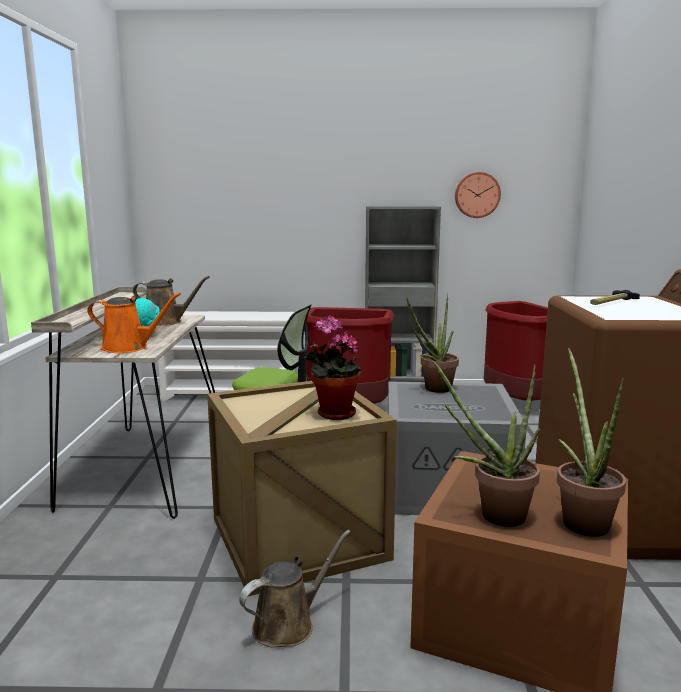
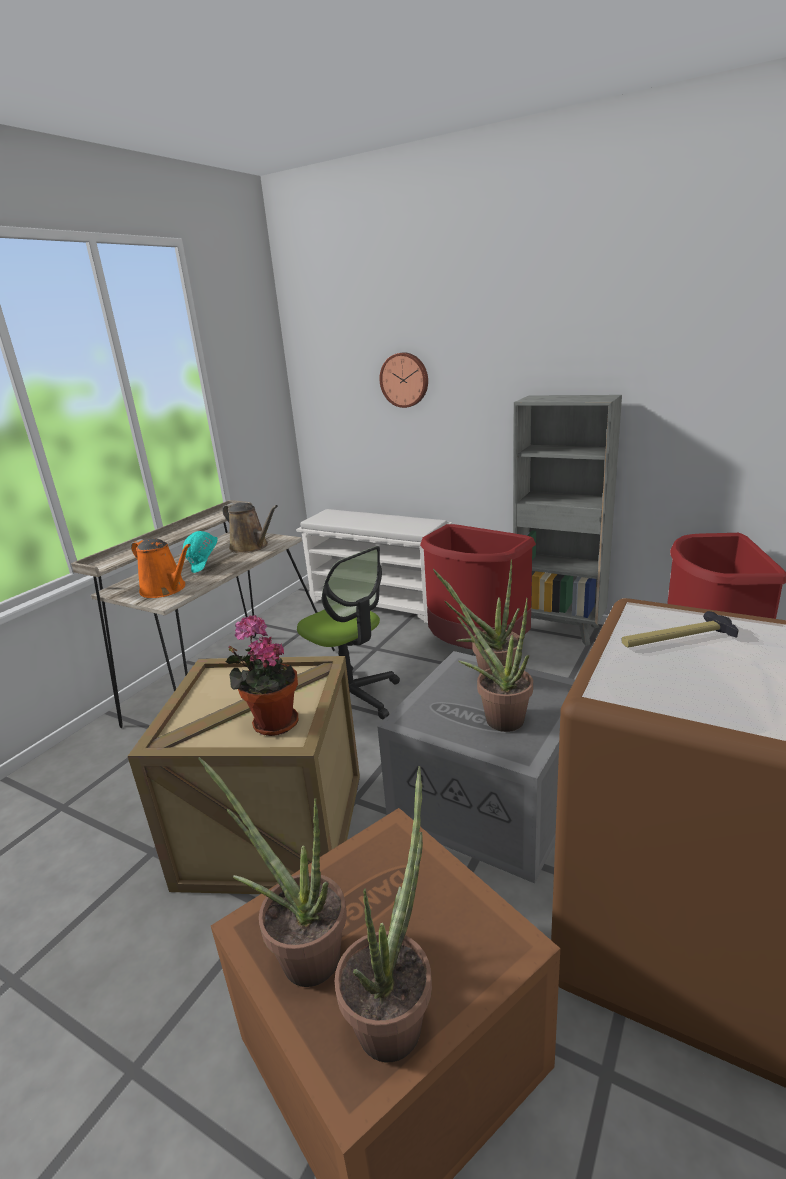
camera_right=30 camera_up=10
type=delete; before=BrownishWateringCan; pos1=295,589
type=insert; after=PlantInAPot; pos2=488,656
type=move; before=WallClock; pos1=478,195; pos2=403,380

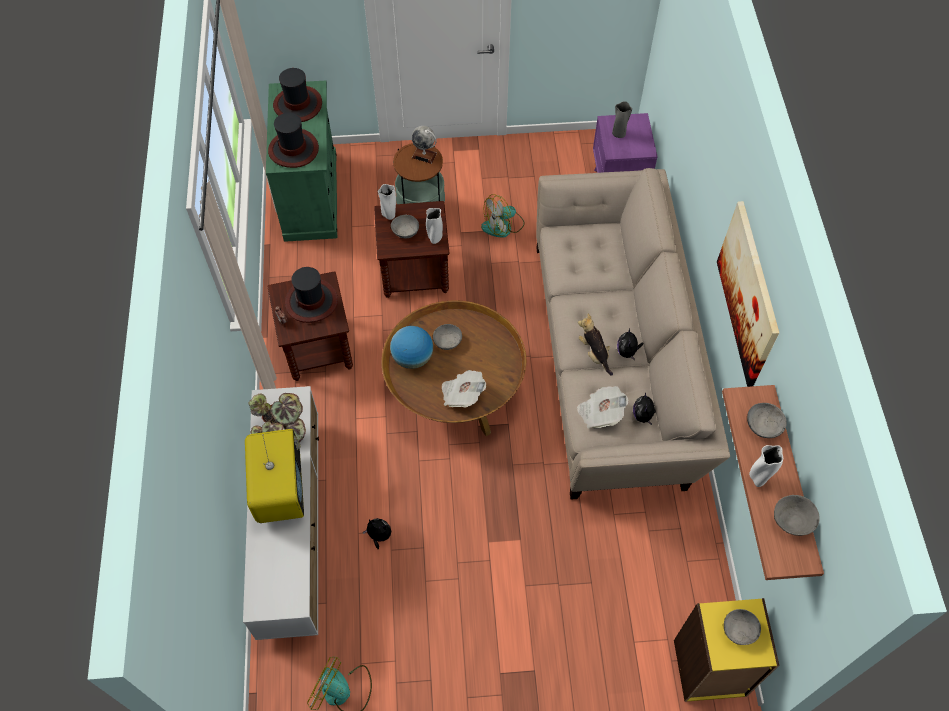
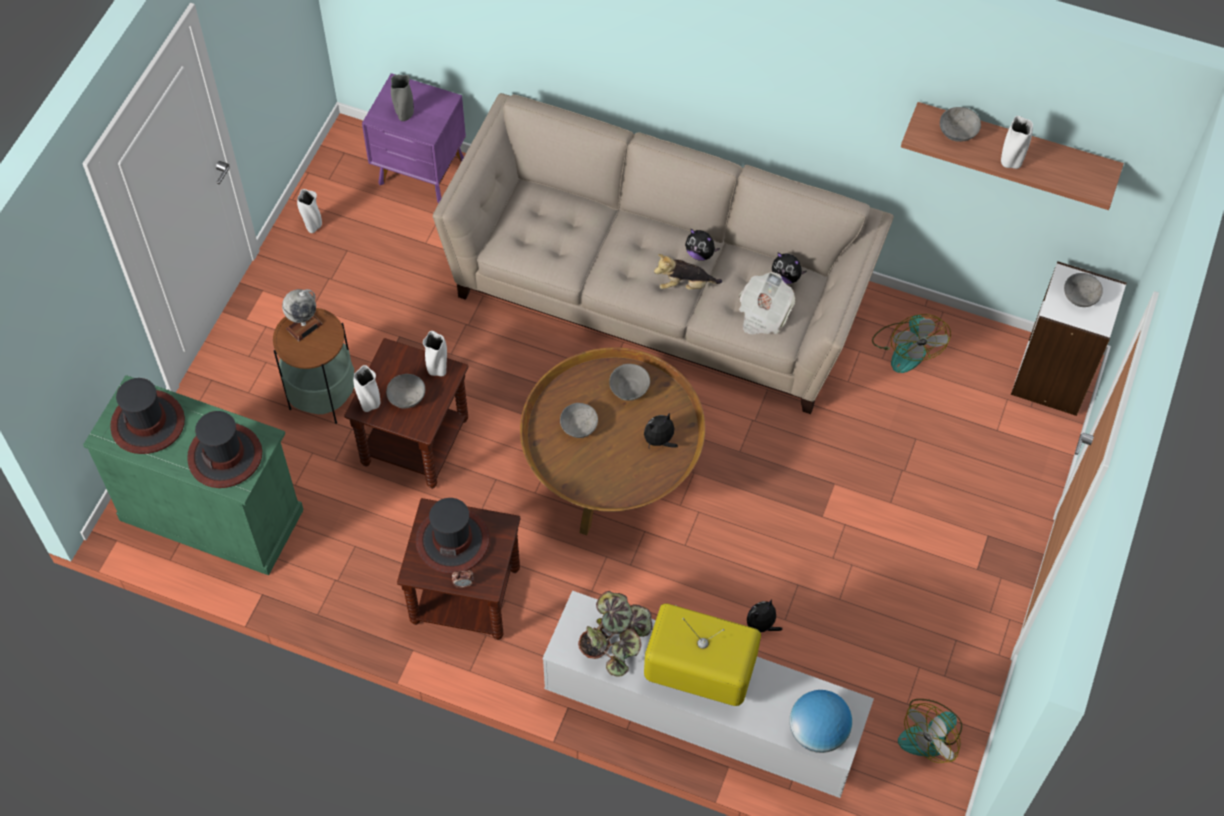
camera_right=-65 camera_up=0
type=delete; before=Picture; pos1=748,294
type=insert; after=WhiteColouredDecorativeVase; pos2=309,211
type=move; before=WorldGlobe; pos1=411,347; pos2=821,721
type=move; before=Fan; pos1=503,216; pos2=911,343
type=move; before=GreyServingBowl; pos1=797,515; pos2=629,382
type=replace; before=PrintedPaper; after=CuddlyToy; pos1=464,389; pos2=661,430
type=recolor; before=YellowBookcase; after=WhiteColouredBookcase; pos1=726,650; pos2=1069,338

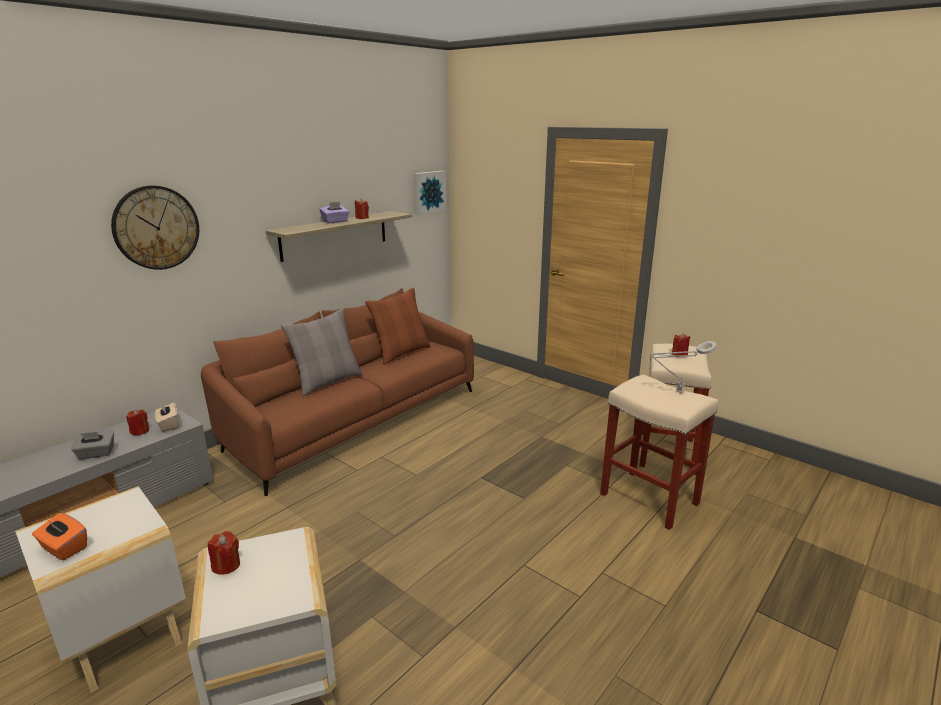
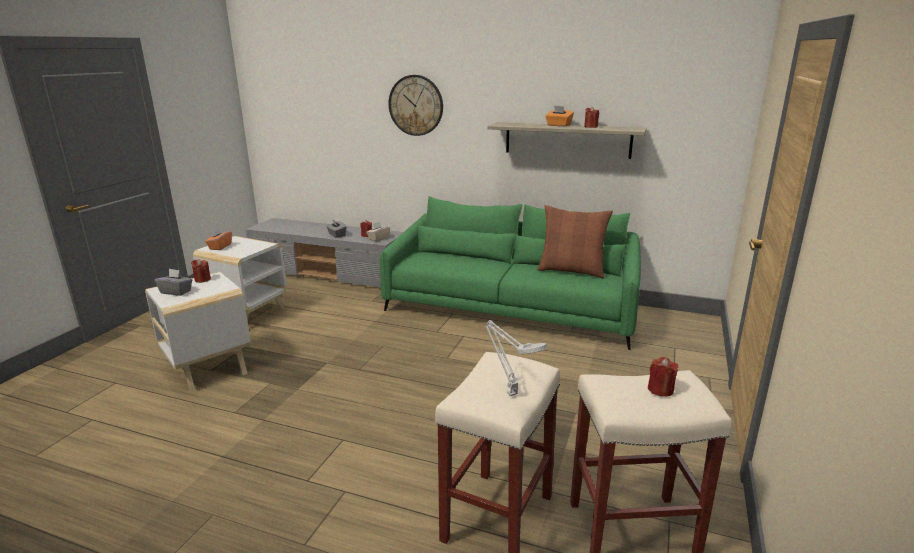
camera_right=70 camera_up=0
type=delete; before=GreyCushion; pos1=321,352
type=delete; before=Picture; pos1=430,193
type=insert; after=GreyBoxOfTissues; pos2=173,282
type=recolor; before=BrownishSofa; after=GreenishSofa; pos1=337,392; pos2=510,273
type=recolor; before=PurplishBoxOfTissues; after=OrangeColouredBoxOfTissues; pos1=334,212; pos2=559,116

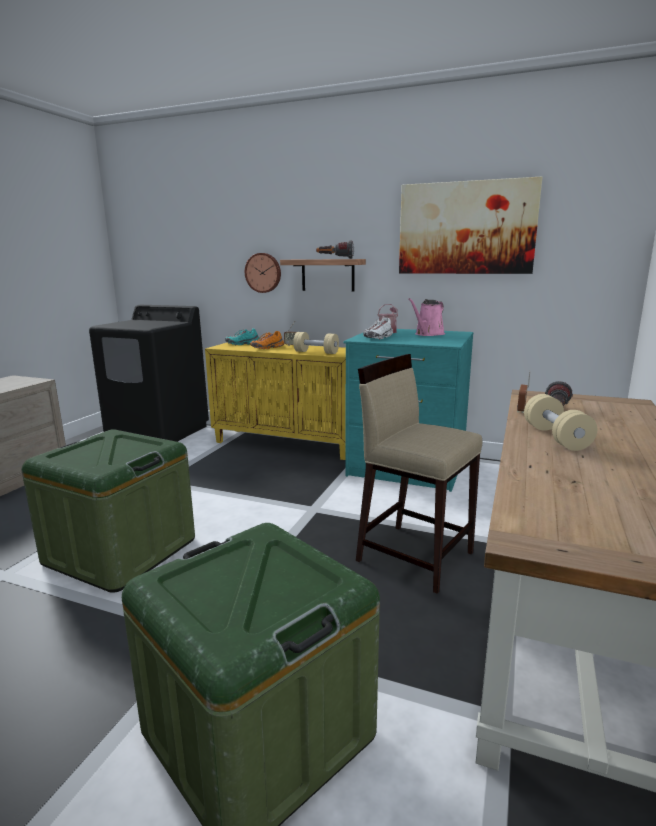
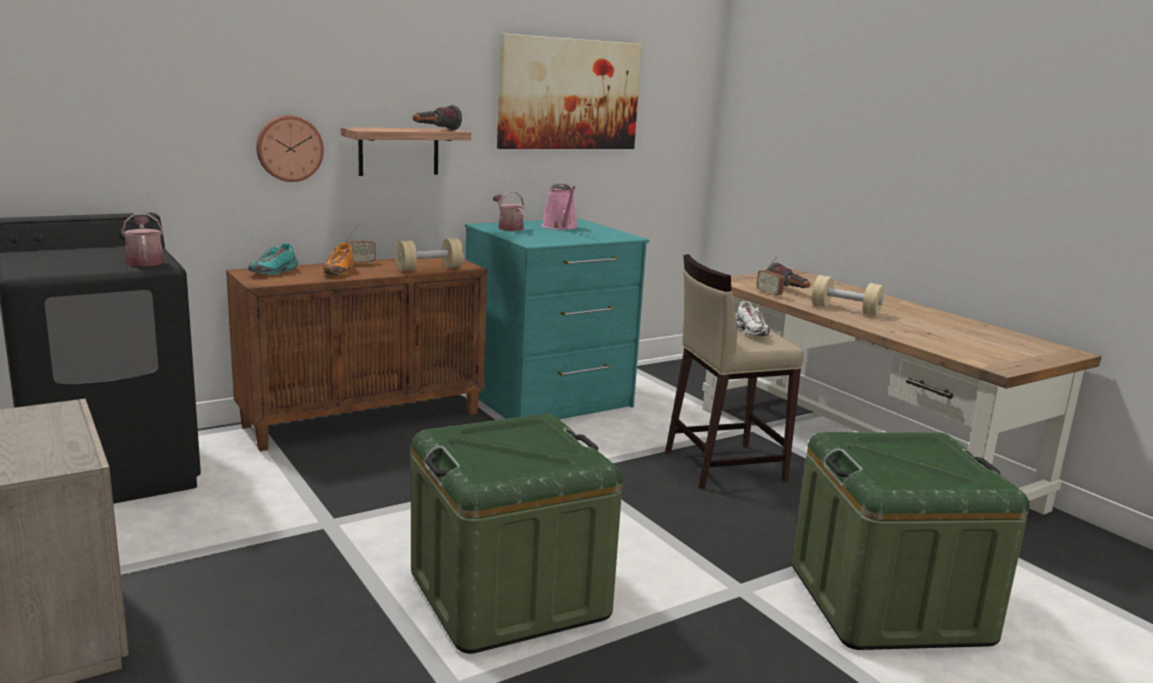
camera_right=-55 camera_up=0
type=insert; after=WateringCan; pos2=143,239
type=move; before=WhiteColouredLowShoe; pos1=378,329; pos2=753,318
type=recolor; before=YellowCupboard; after=BrownishCupboard; pos1=275,401; pos2=356,354

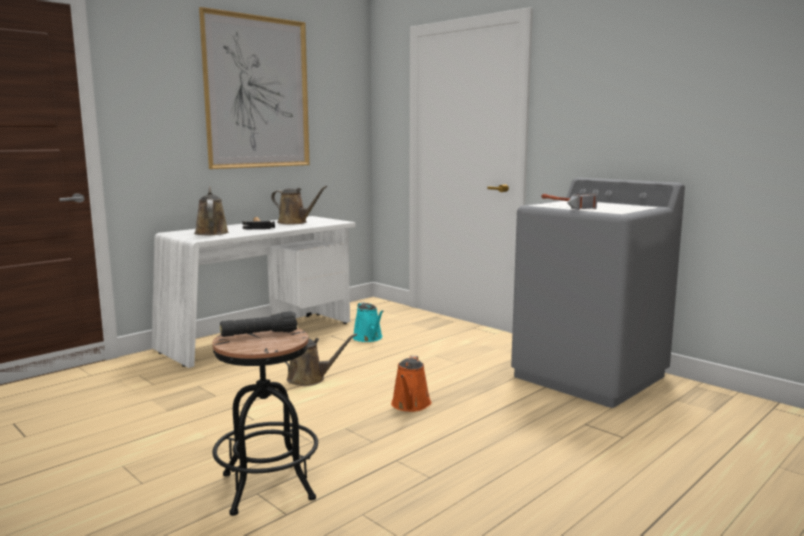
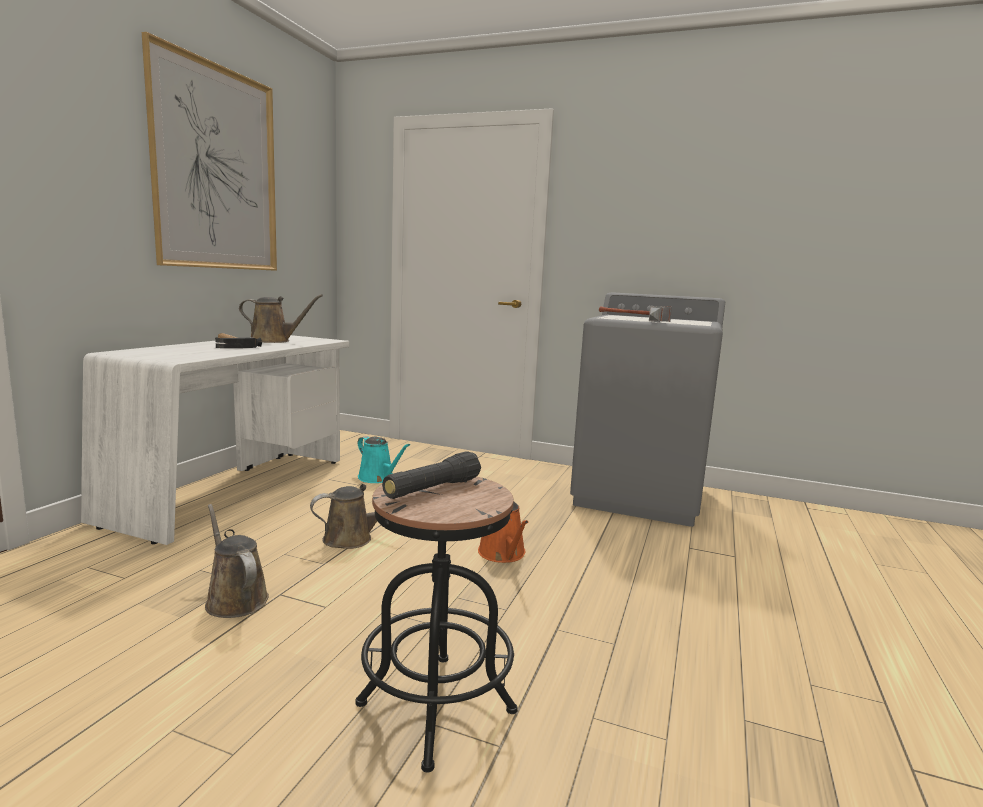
camera_right=-25 camera_up=0
type=move; before=BrownishWateringCan; pos1=211,211; pos2=237,561

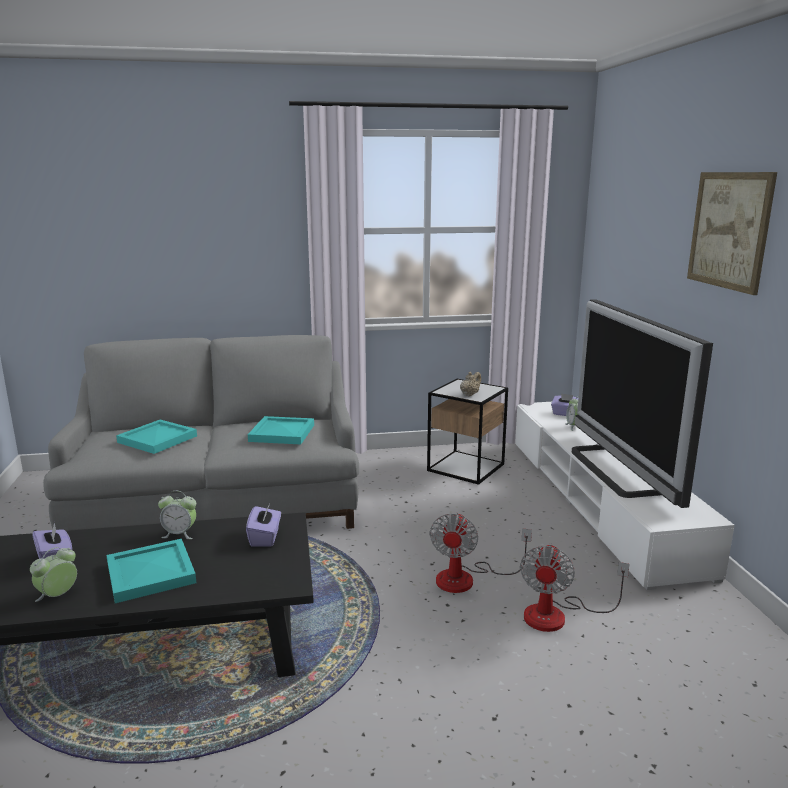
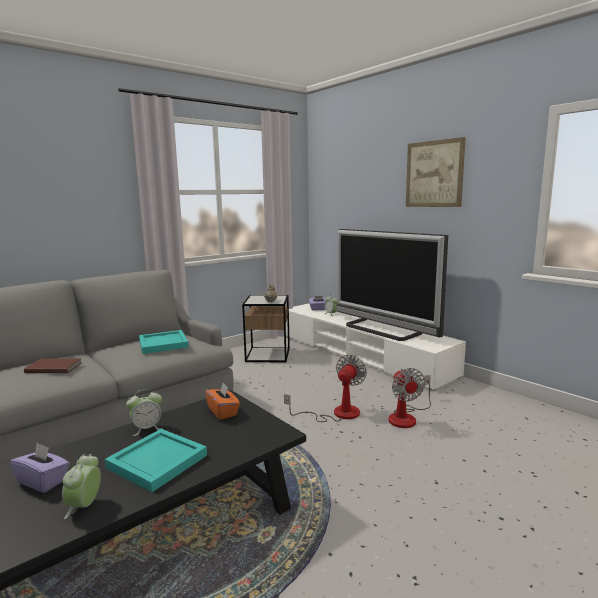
camera_right=-30 camera_up=-5
type=replace; before=TurquoiseColouredServingTray; after=BrownishVolume; pos1=156,437; pos2=53,365
type=recolor; before=PurplishBoxOfTissues; after=OrangeColouredBoxOfTissues; pos1=263,525; pos2=222,401
type=rotate; before=Fan; pos1=480,552; pos2=325,388; turn=-135

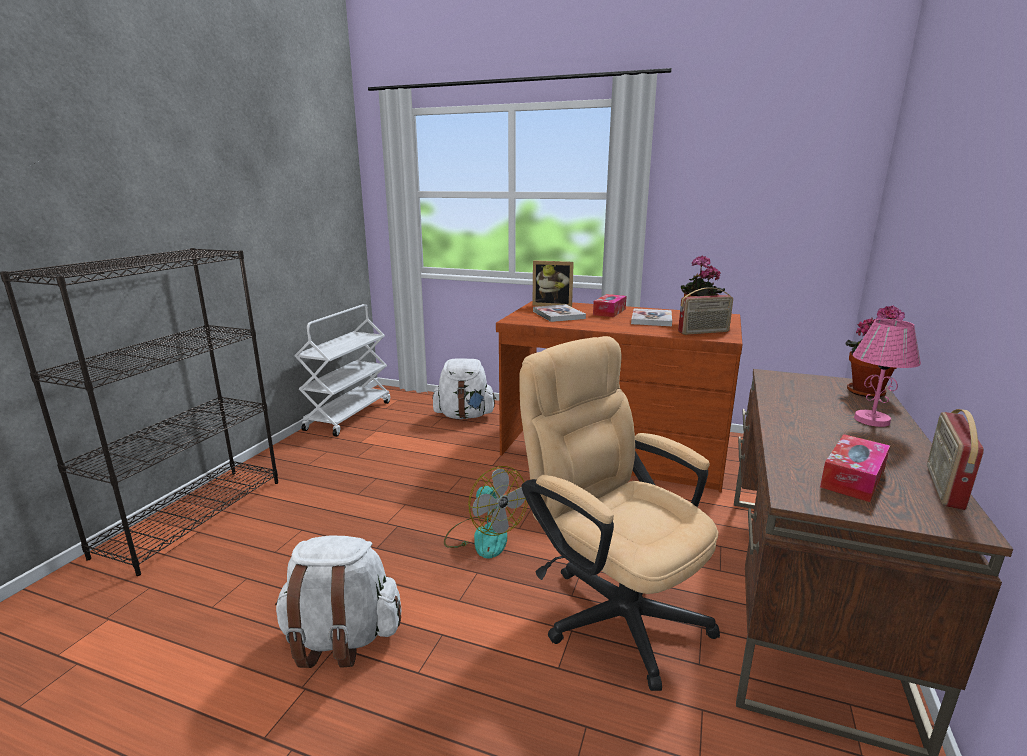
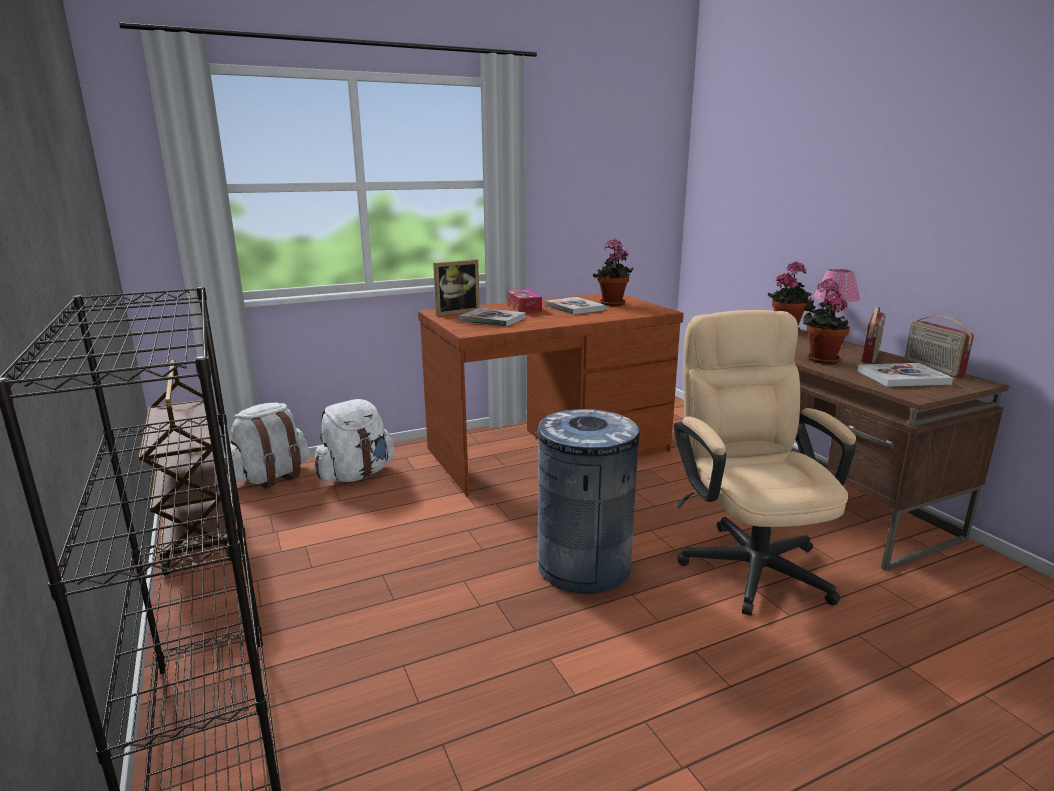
camera_right=-45 camera_up=0
type=insert; after=PlantInAPot; pos2=826,321
type=move; before=WhiteColouredKnapsack; pos1=338,602; pos2=267,445
type=move; before=RadioReceiver; pos1=705,311; pos2=874,335
type=replace; before=Fan; after=GreyTrashCan; pos1=486,512; pos2=587,501
type=replace; before=BoxOfTissues; after=Volume; pos1=855,468; pos2=905,375
type=recolor; before=WhiteColouredTrolley; after=BrownishTrolley; pos1=342,370; pos2=185,467
type=rotate; before=SandColouredComputerChair; pos1=619,513; pos2=765,463; turn=75

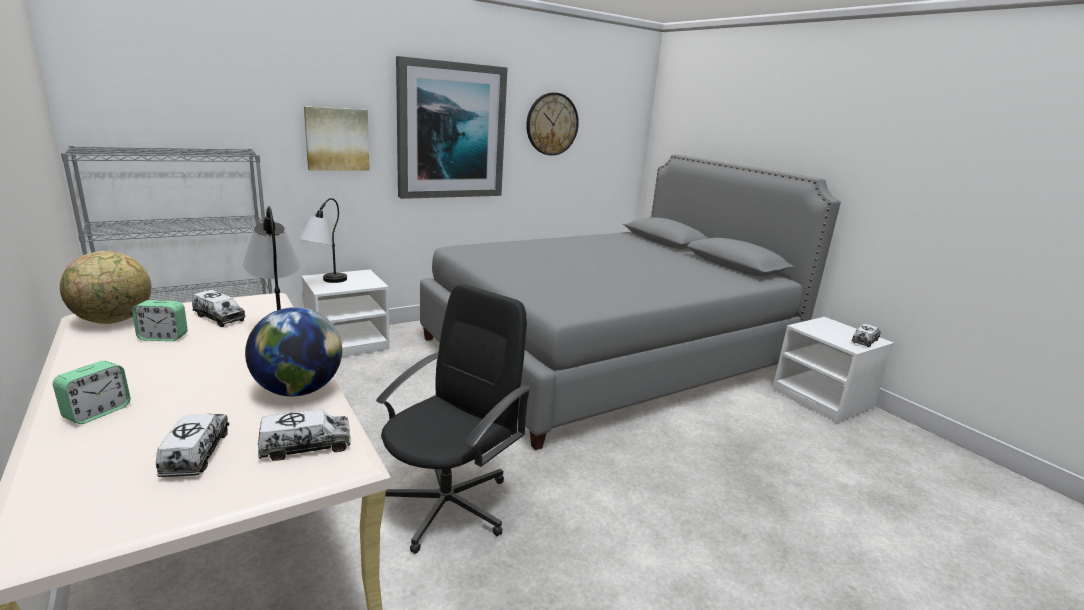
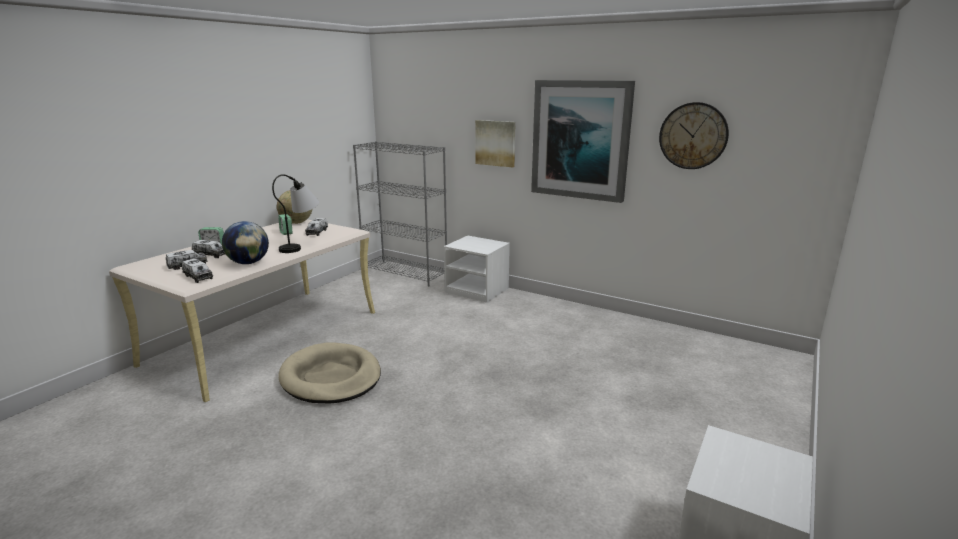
camera_right=65 camera_up=0
type=delete; before=TableLamp; pos1=322,240
type=delete; before=GreyBed; pos1=630,302
type=move; before=ToyLorry; pos1=866,335; pos2=209,249
type=replace; before=BlackColouredComputerChair; after=SandColouredPetBed; pos1=453,419; pos2=330,373

